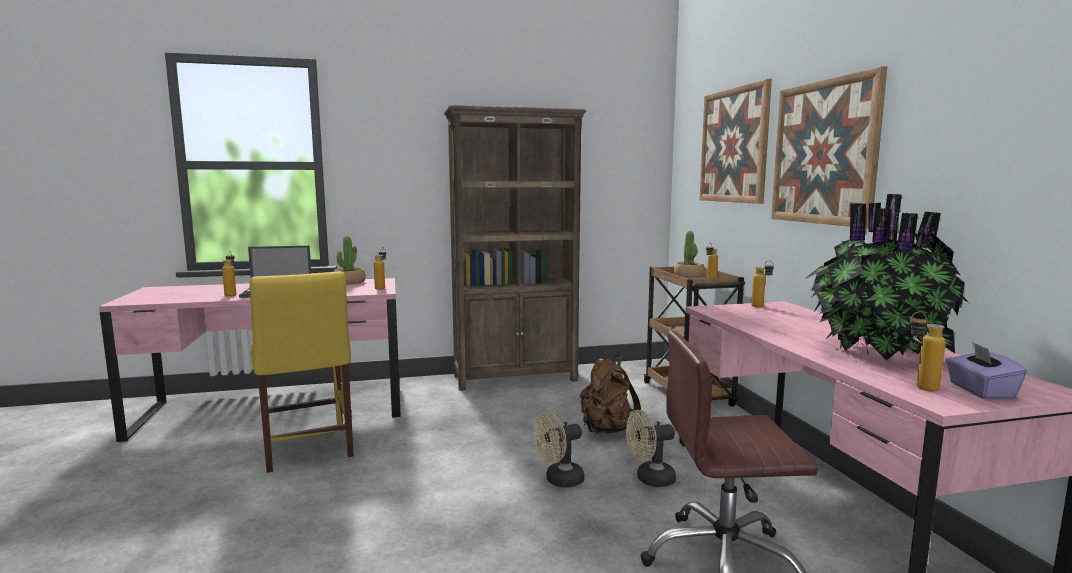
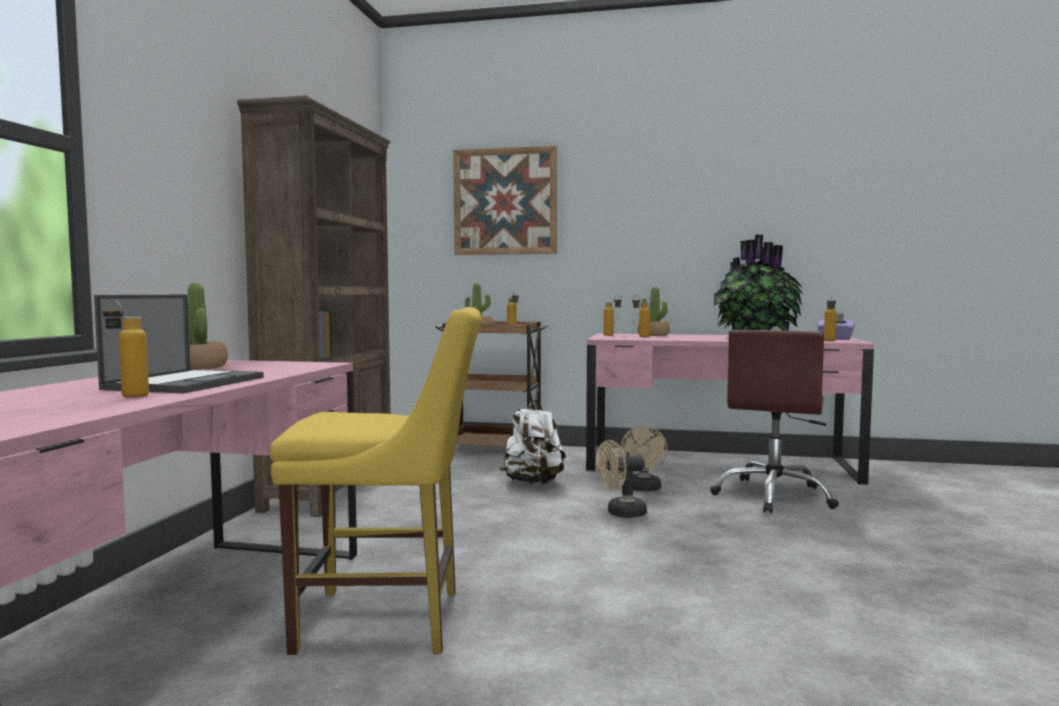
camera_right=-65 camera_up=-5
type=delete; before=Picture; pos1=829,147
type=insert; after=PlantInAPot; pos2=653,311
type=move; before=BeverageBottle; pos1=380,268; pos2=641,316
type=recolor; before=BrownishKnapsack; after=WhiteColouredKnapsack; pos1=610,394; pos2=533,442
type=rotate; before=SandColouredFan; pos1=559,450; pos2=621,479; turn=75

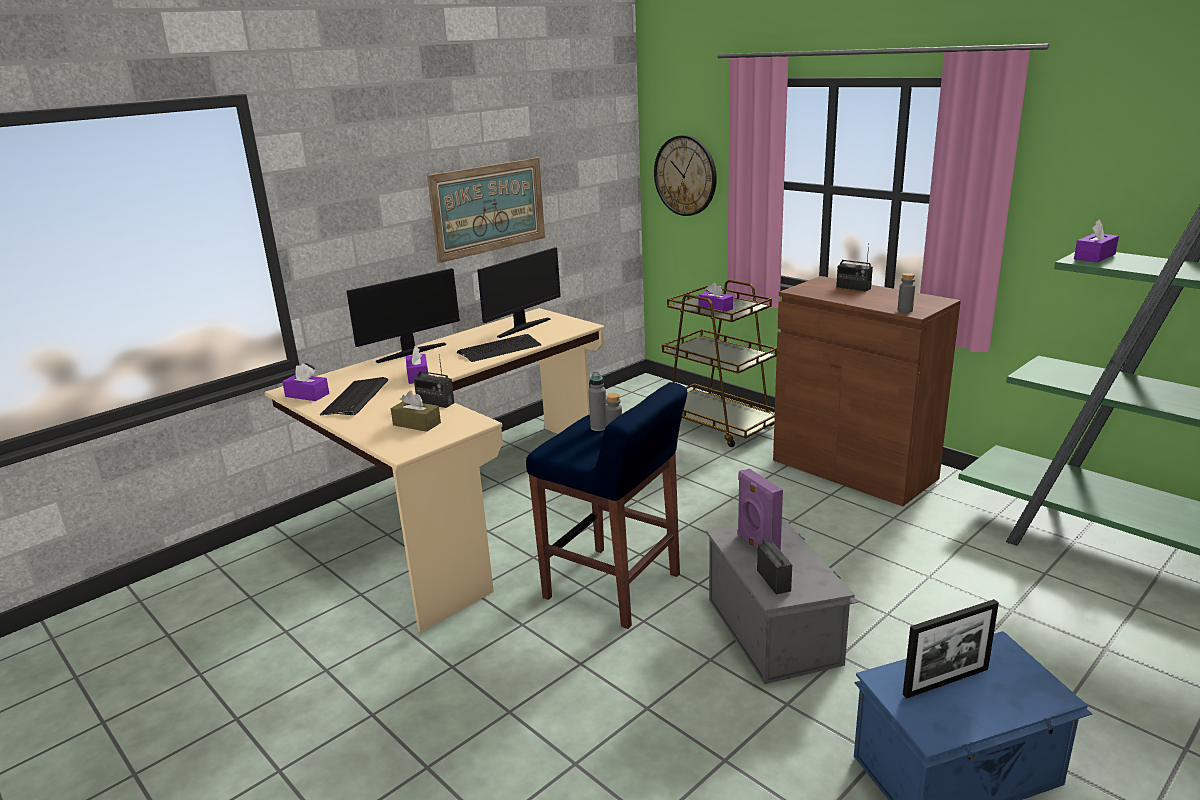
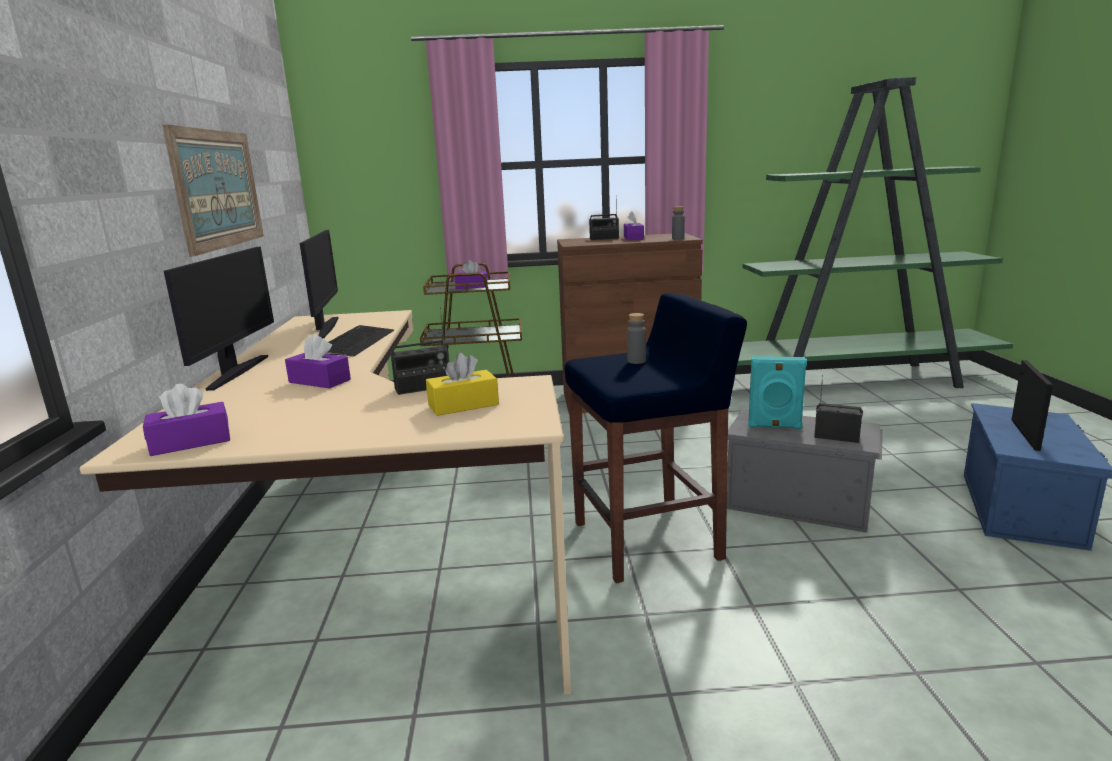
camera_right=-50 camera_up=-5
type=delete; before=ComputerKeyboard; pos1=354,396
type=delete; before=GreyBeverageBottle; pos1=597,401
type=delete; before=WallClock; pos1=685,175
type=move; before=PurplishBoxOfTissues; pos1=1096,240; pos2=634,225
type=recolor; before=BrownishBoxOfTissues; after=YellowBoxOfTissues; pos1=416,411; pos2=462,384
type=recolor; before=PurplishLoudspeaker; after=TurquoiseColouredLoudspeaker; pos1=760,509; pos2=777,392

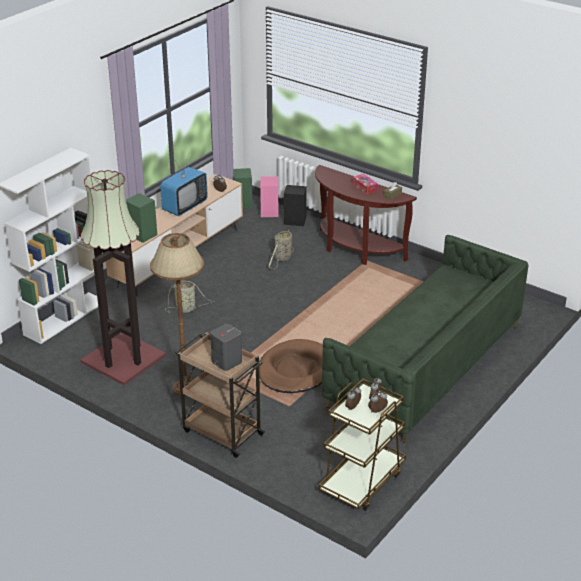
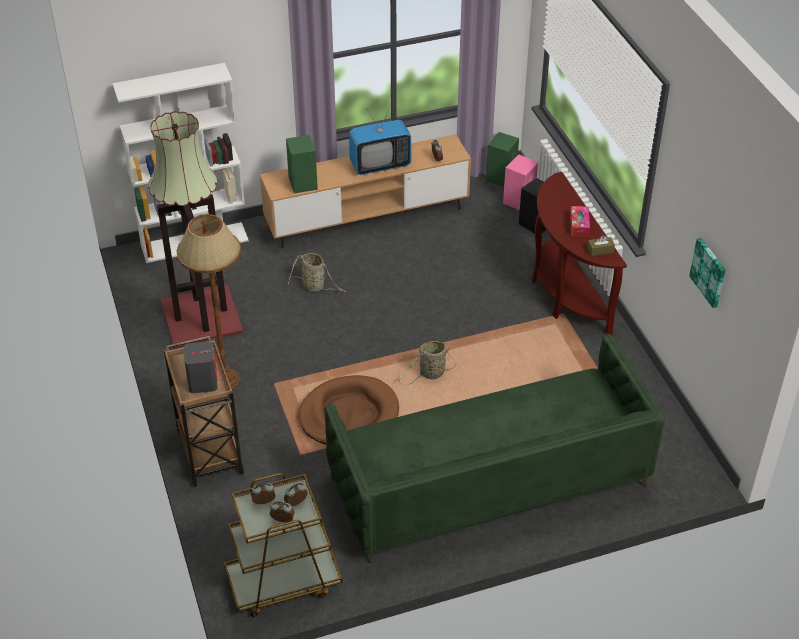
camera_right=35 camera_up=10
type=insert; after=Picture; pos2=707,273
type=move; before=StorageBasket; pos1=281,249; pos2=427,363

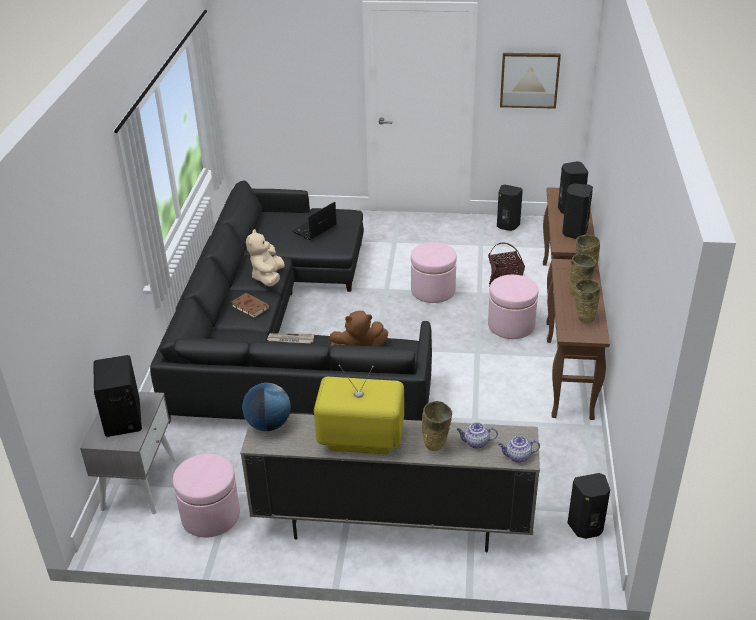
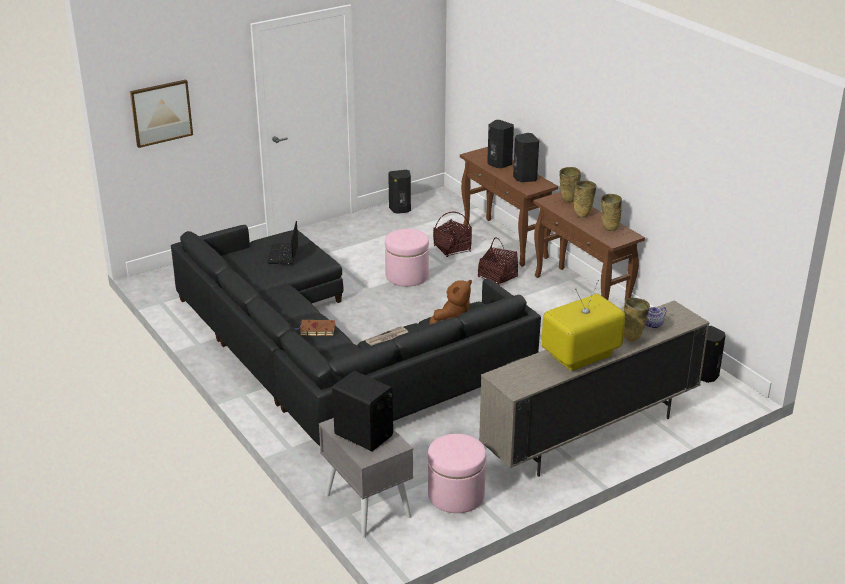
camera_right=-40 camera_up=-5
type=delete; before=WorldGlobe; pos1=266,407
type=delete; before=SandColouredCuddlyToy; pos1=265,258
type=delete; before=Teapot; pos1=519,449
type=move; before=Picture; pos1=530,81; pos2=161,113
type=replace; before=PinkColouredOttoman; after=StorageBasket; pos1=513,307; pos2=498,261

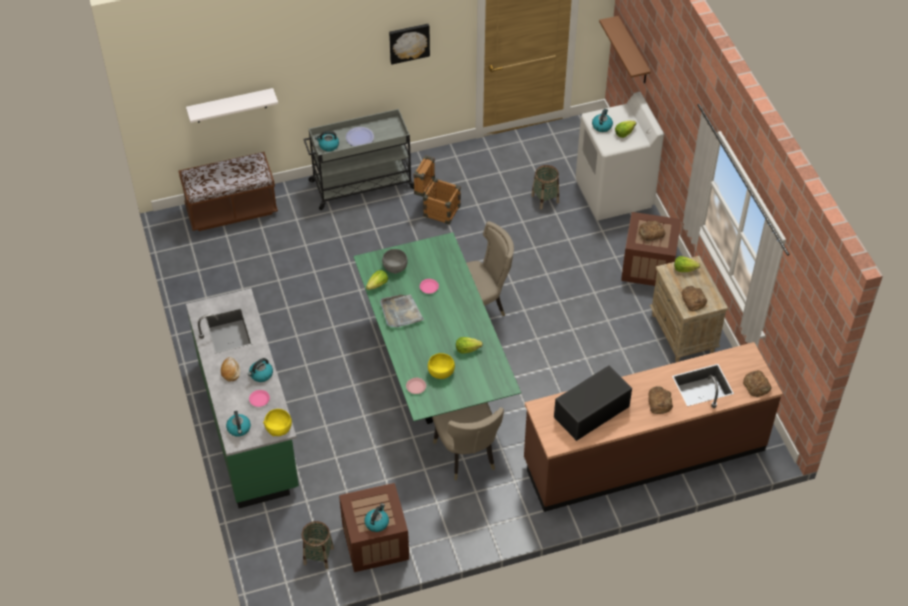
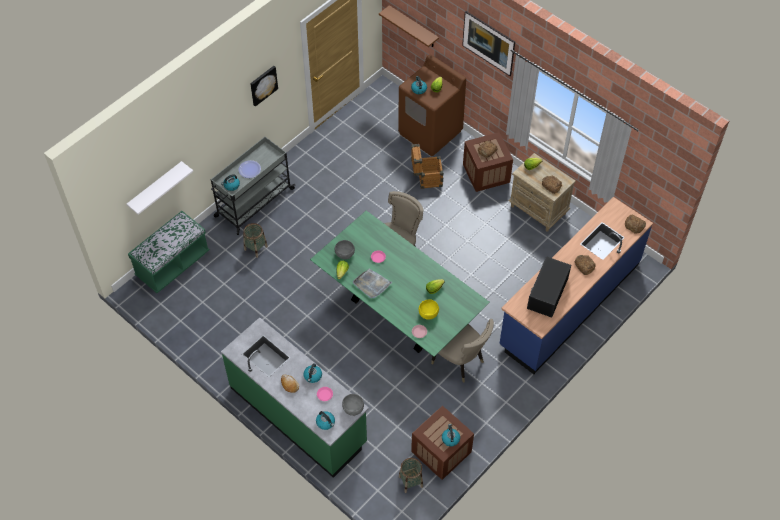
camera_right=-30 camera_up=5
type=insert; after=Picture; pos2=488,43
type=move; before=Crate; pos1=437,189; pos2=427,166
type=move; before=StorageBasket; pos1=545,187; pos2=255,240
type=recolor; before=BrownishBench; after=GreenishBench; pos1=228,191; pos2=168,252
type=recolor; before=YellowServingBowl; after=GreyServingBowl; pos1=277,422; pos2=353,405
type=recolor; before=BrownishKitchenCounter; after=BlueKitchenCounter; pos1=653,427; pos2=576,285
type=recolor; before=WhiteColouredLaundryAppliance; after=BrownishLaundryAppliance; pos1=620,156; pos2=432,105

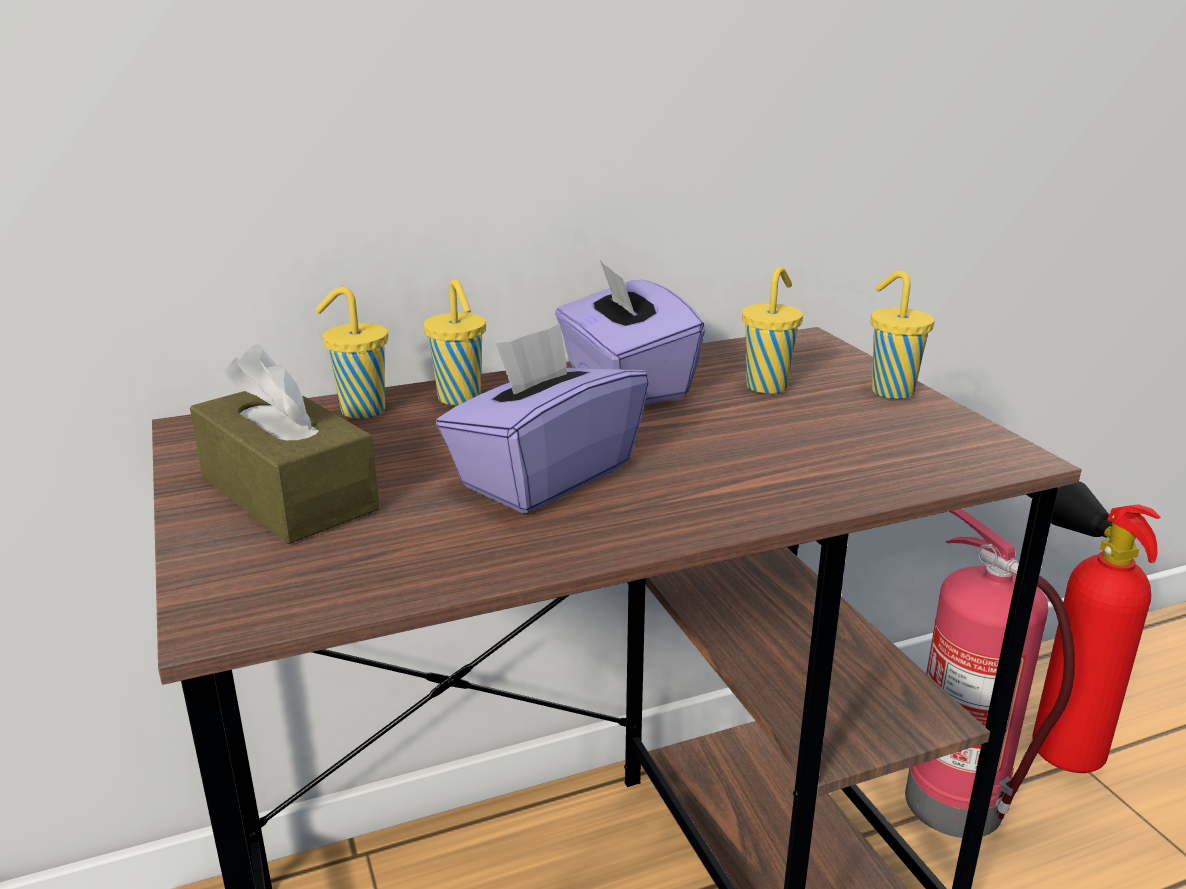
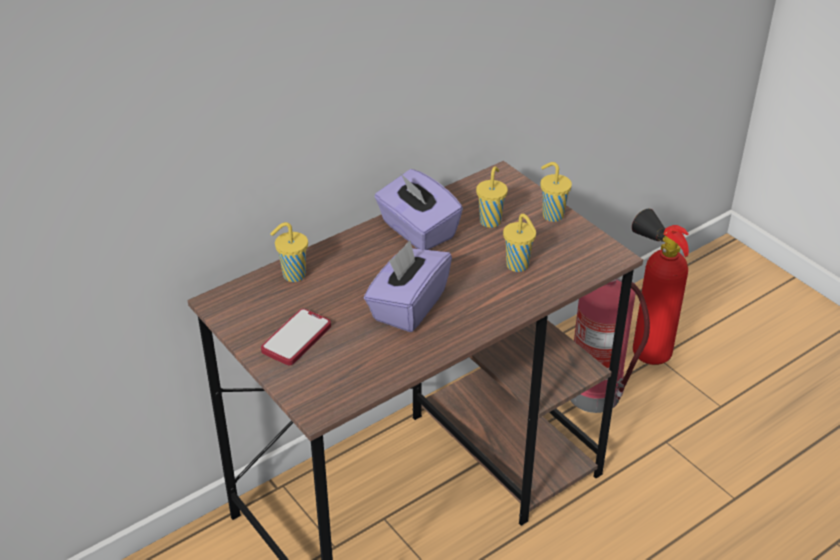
camera_right=-15 camera_up=15
type=move; before=YellowCup; pos1=454,342; pos2=519,243
type=replace; before=BrownishBoxOfTissues; after=Phone; pos1=284,444; pos2=296,337

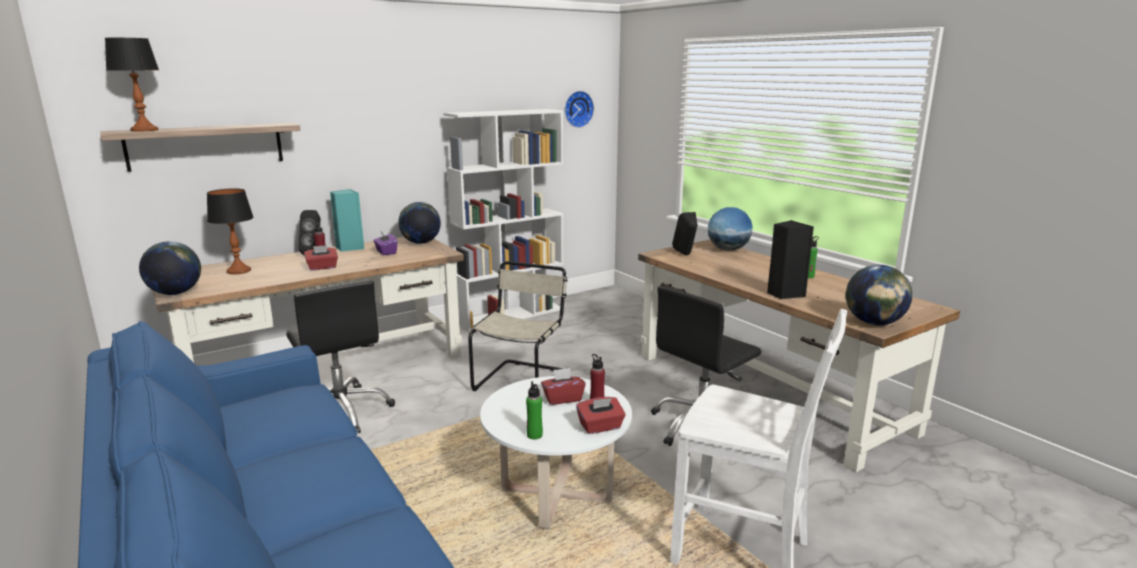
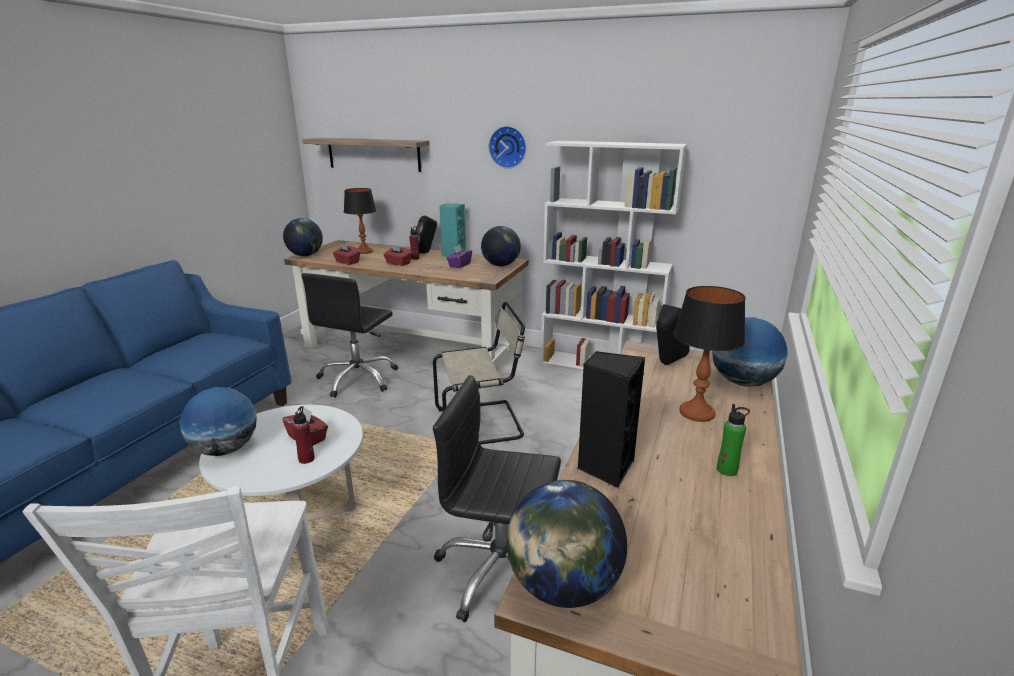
camera_right=55 camera_up=5
type=move; before=TableLamp; pos1=132,85; pos2=710,354
type=move; before=WallClock; pos1=579,109; pos2=507,147
type=move; before=RedBoxOfTissues; pos1=601,415; pos2=346,254
type=replace; before=GreenishBeverageBottle; after=WorldGlobe; pos1=534,410; pos2=218,421

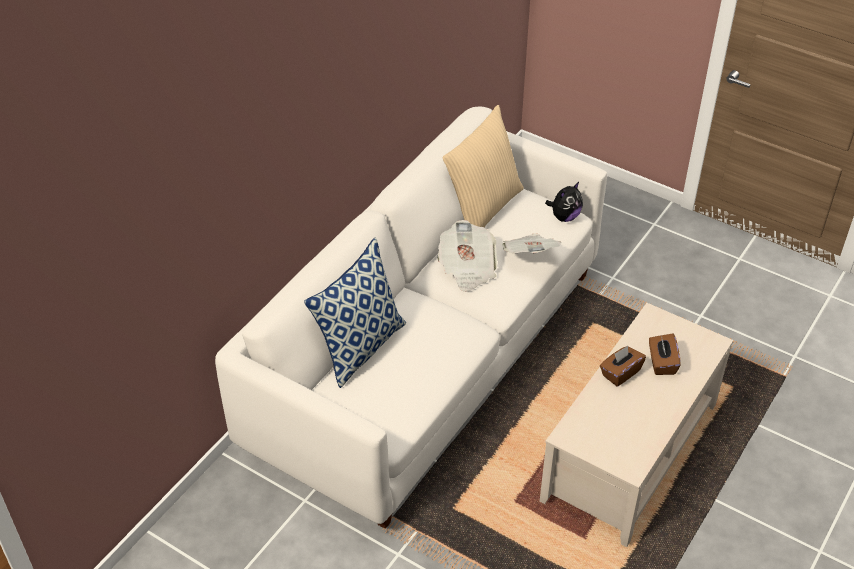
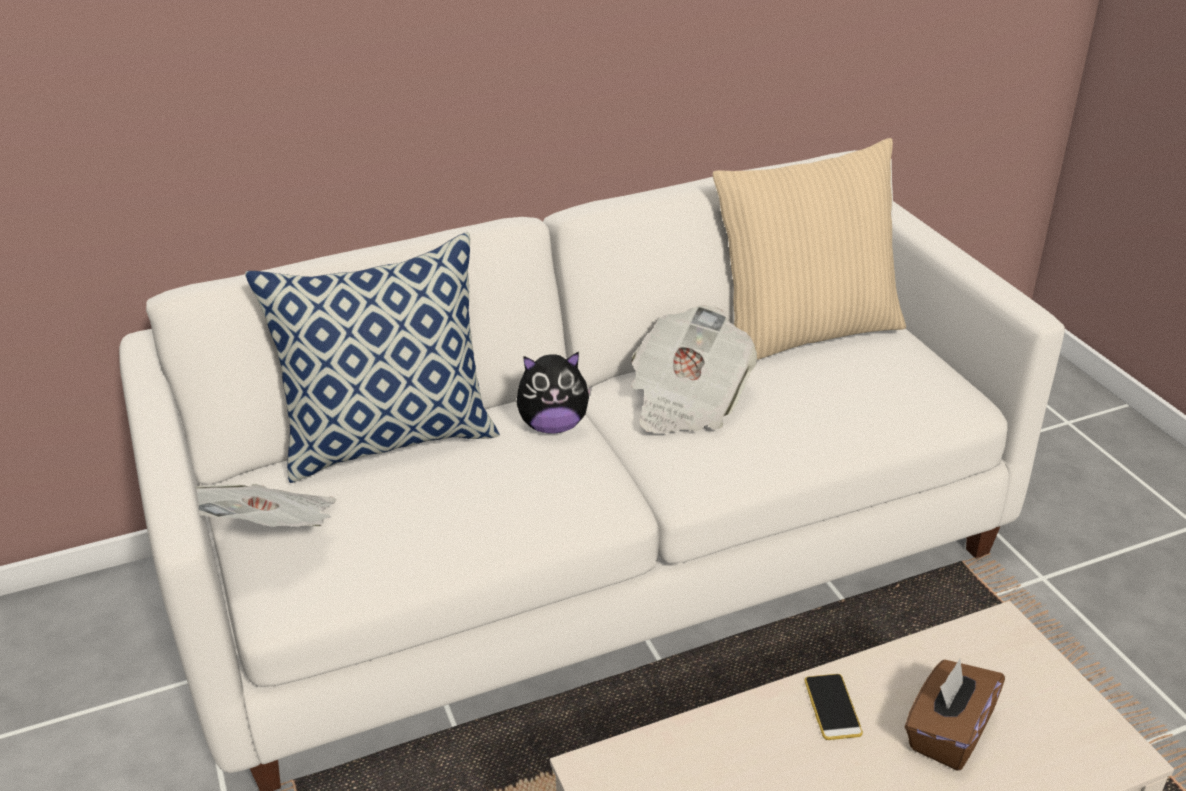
camera_right=35 camera_up=-10
type=move; before=PrintedPaper; pos1=531,243; pos2=266,505
type=move; before=CuddlyToy; pos1=564,202; pos2=554,392
type=replace; before=BrownishBoxOfTissues; after=Phone; pos1=623,366; pos2=833,707

